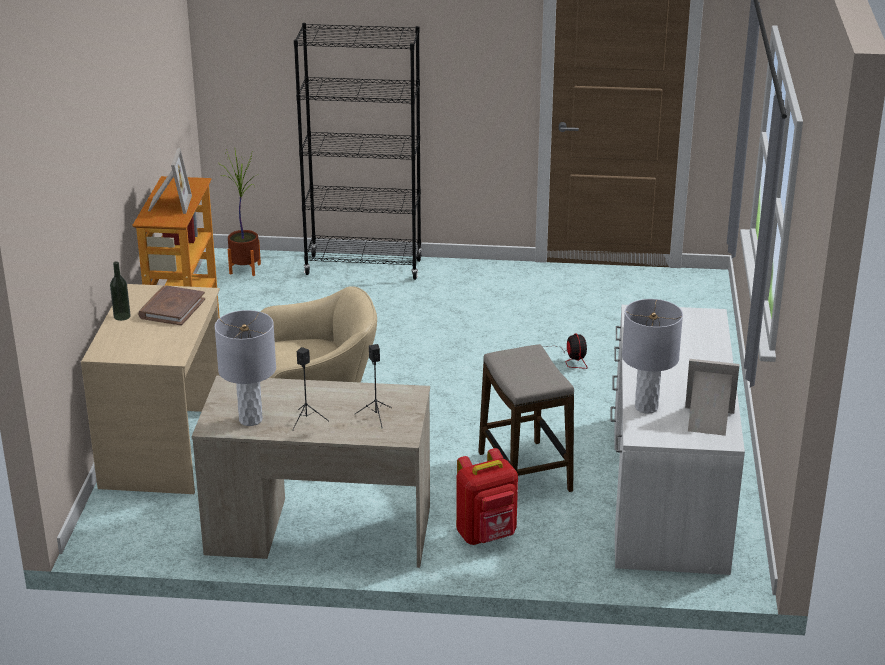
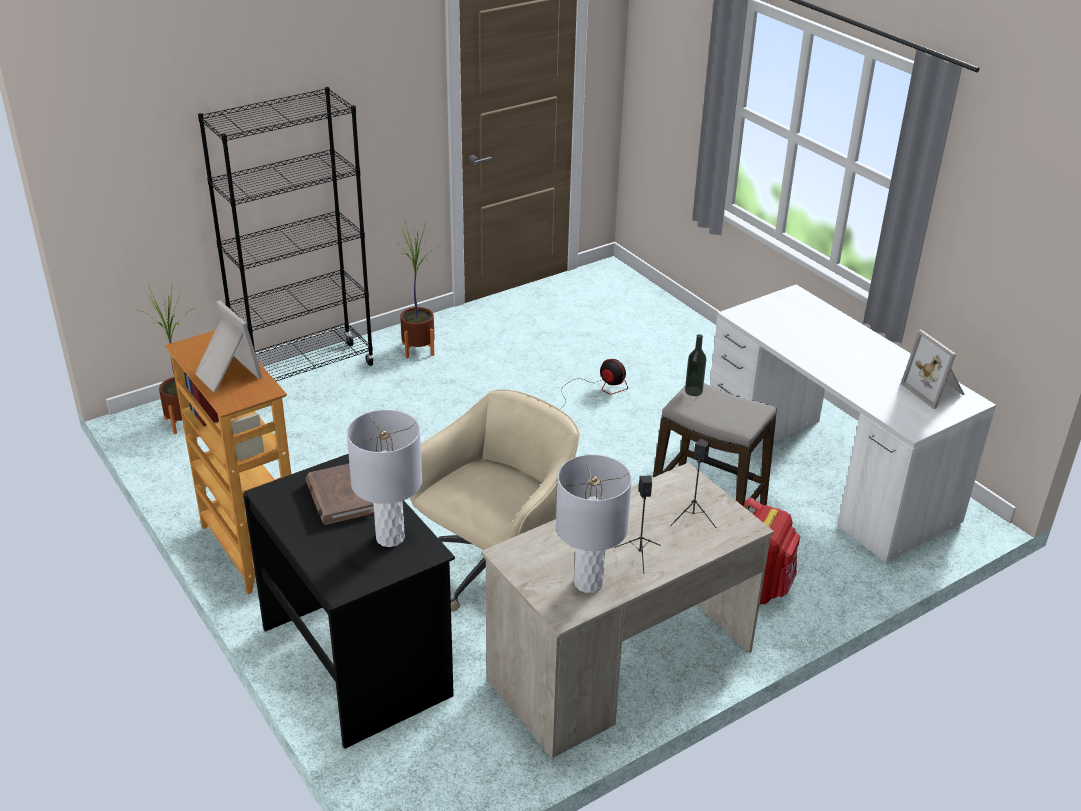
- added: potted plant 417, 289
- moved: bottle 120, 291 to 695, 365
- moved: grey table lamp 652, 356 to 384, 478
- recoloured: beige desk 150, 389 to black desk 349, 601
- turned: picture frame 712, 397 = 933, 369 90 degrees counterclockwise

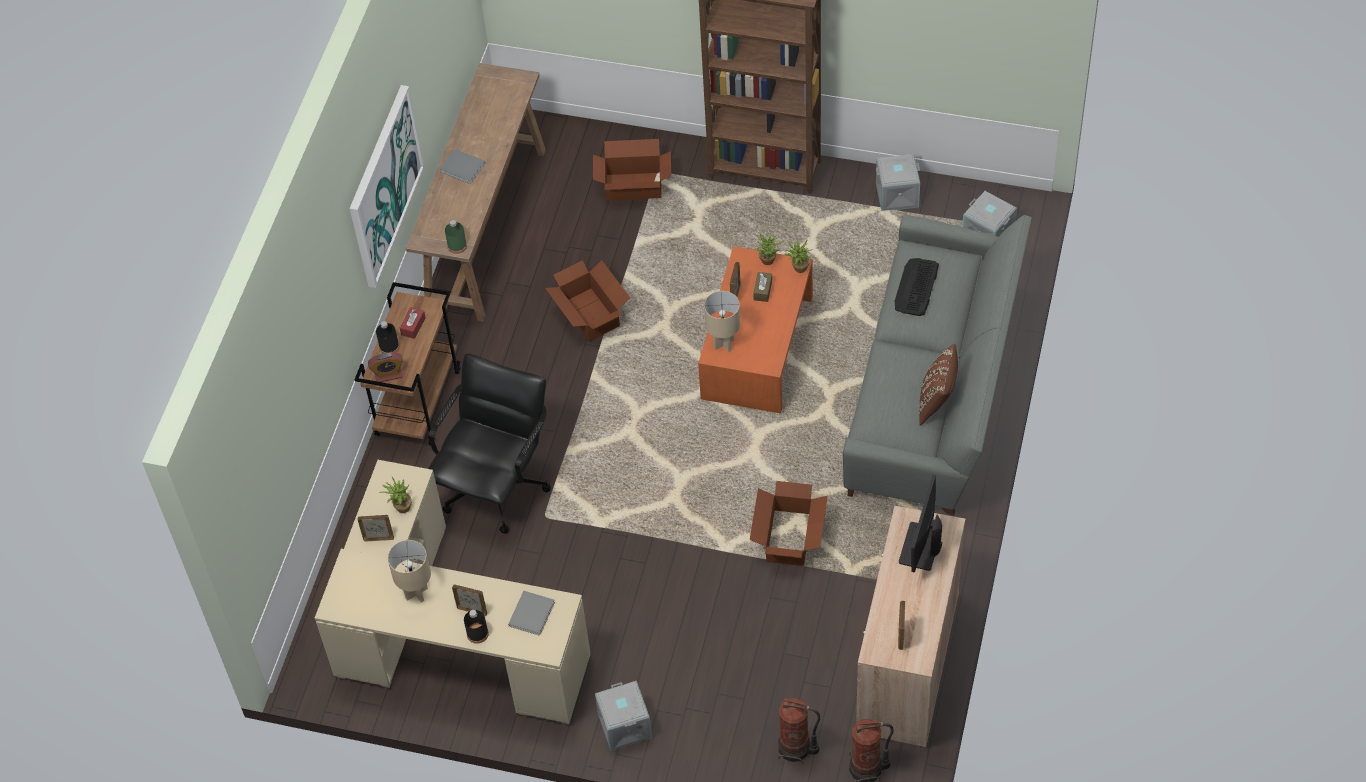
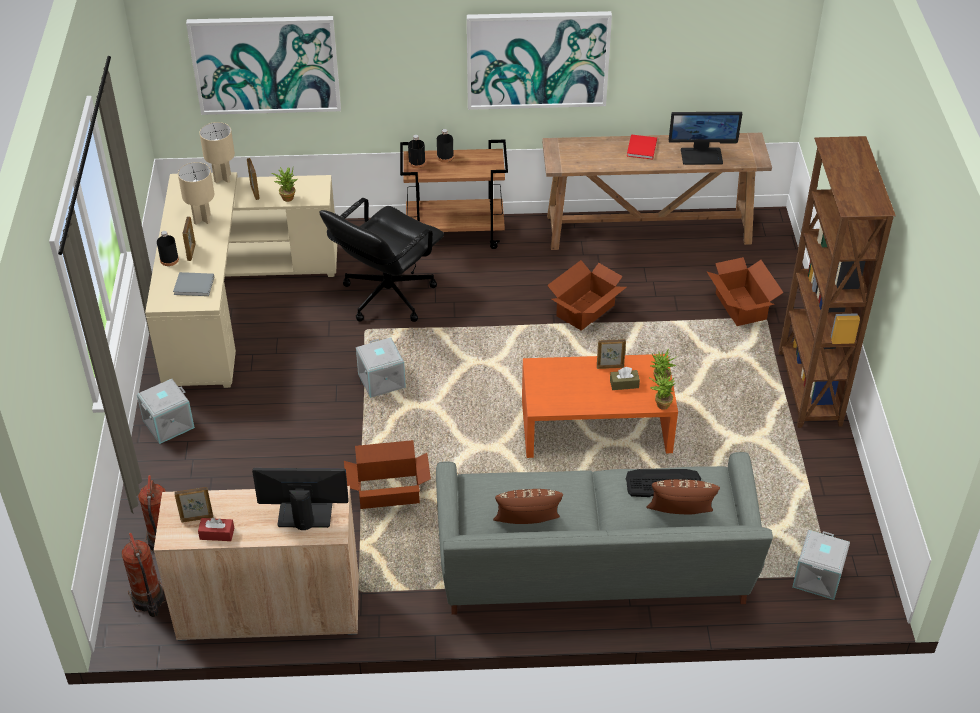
- removed: green bottle 456, 237
- added: picture 263, 65
- added: brown pillow 683, 496
- added: monitor 705, 138
- moved: red tissue box 413, 323 to 216, 529
- moved: beige table lamp 722, 321 to 217, 152
- moved: grey storage box 898, 182 to 381, 368
- replaced: alarm clock 385, 367 to black bottle 417, 151
- recoloured: grey book 462, 166 to red book 642, 147
- turned: black office chair 489, 443 = 381, 260 120 degrees clockwise

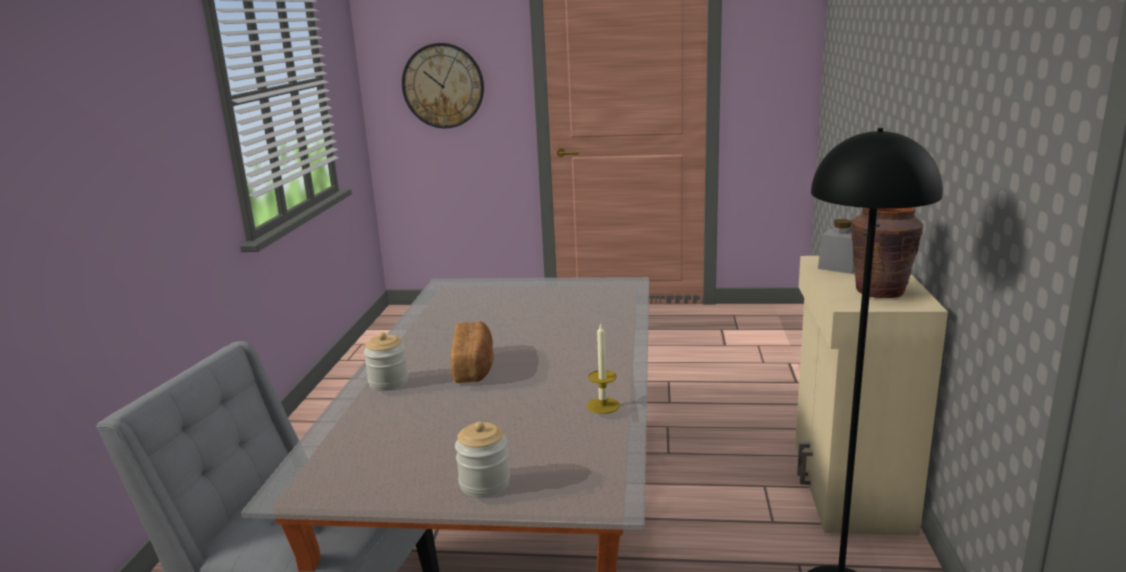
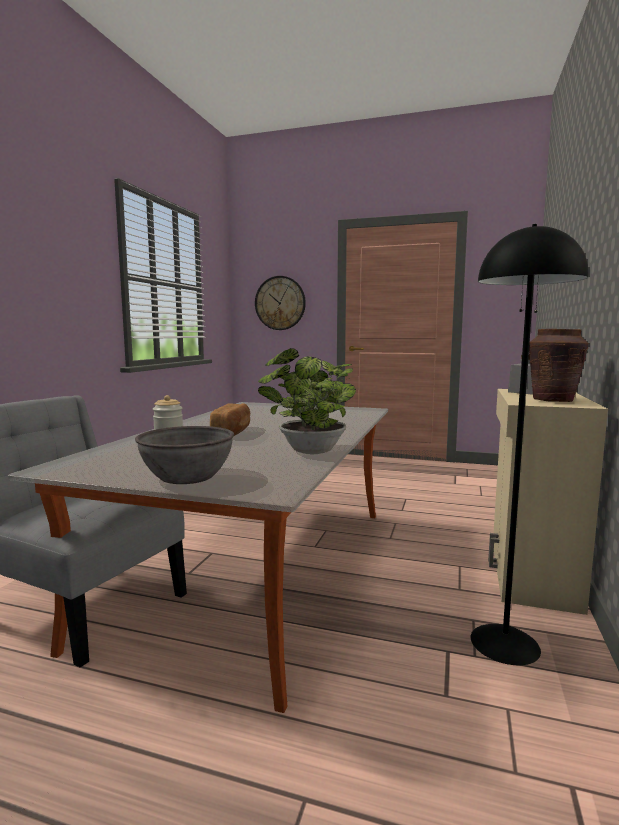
- replaced: jar 482, 459 to grey bowl 184, 455
- replaced: candle 603, 368 to potted plant 307, 401

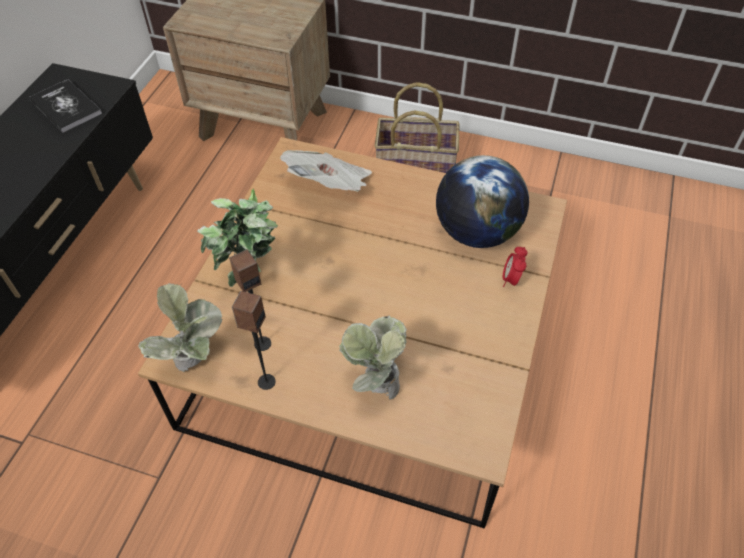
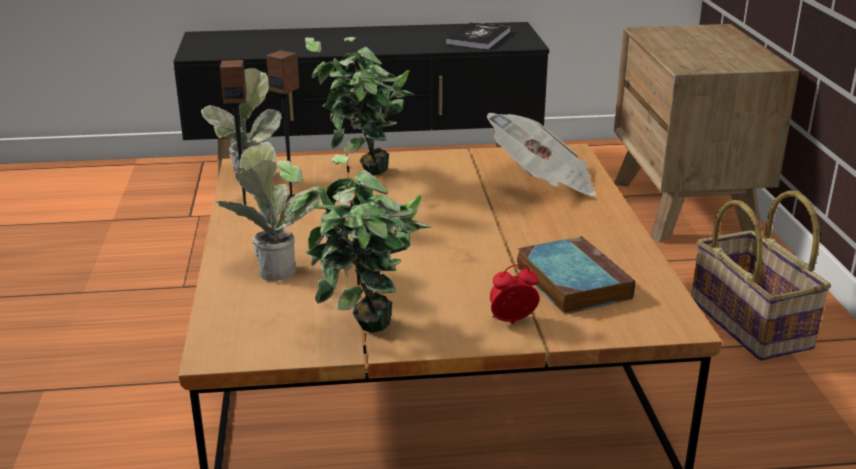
- added: potted plant 354, 243
- replaced: globe 482, 201 to book 576, 275

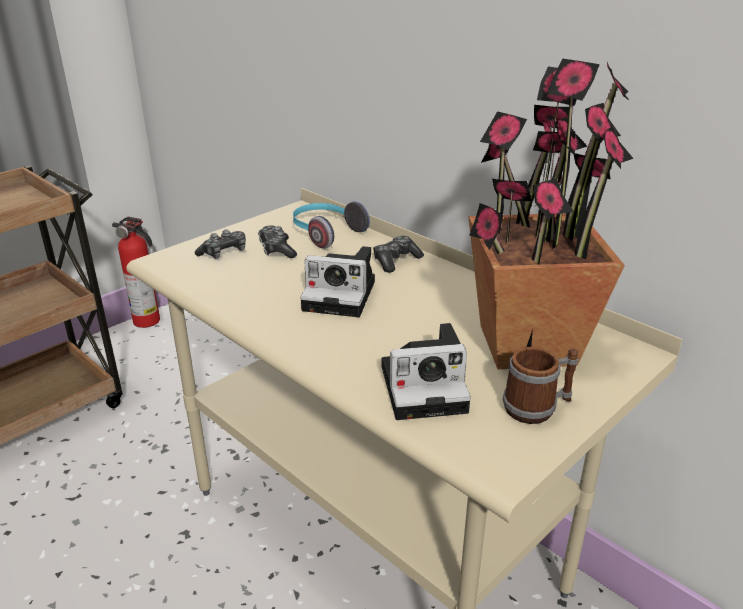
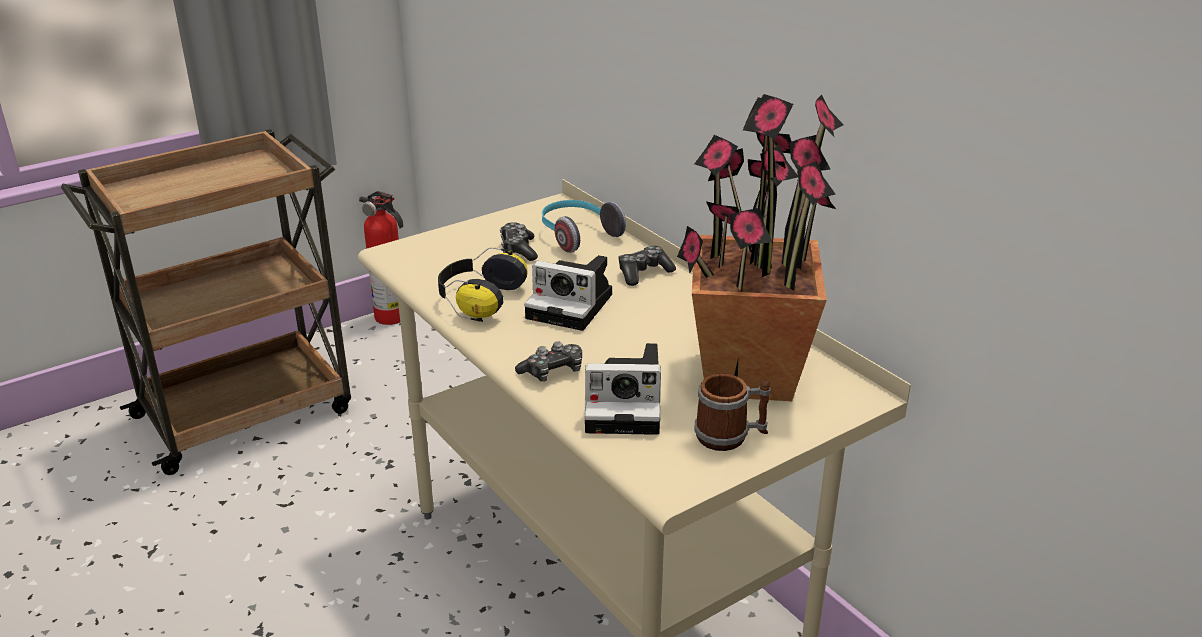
- added: headphones 482, 284
- moved: game controller 220, 244 to 548, 361

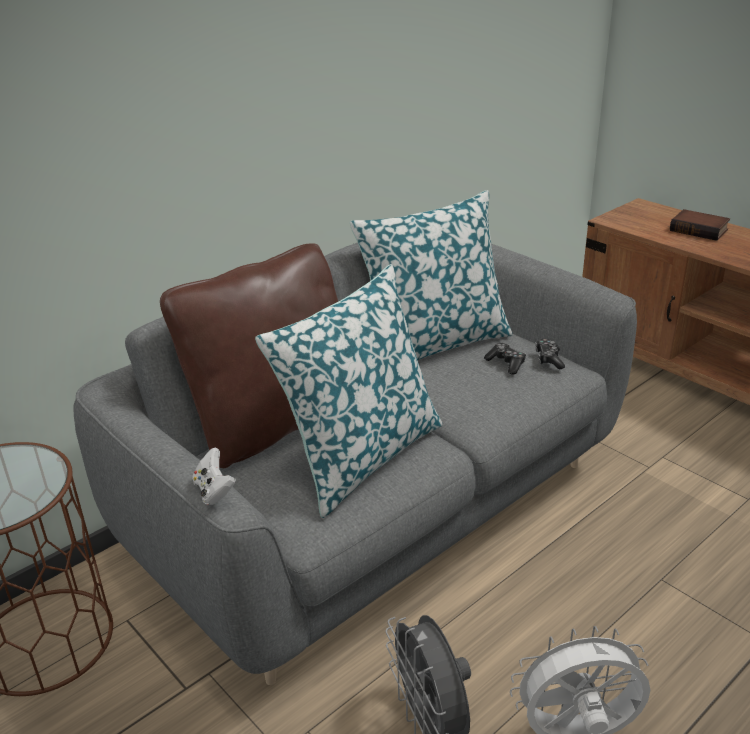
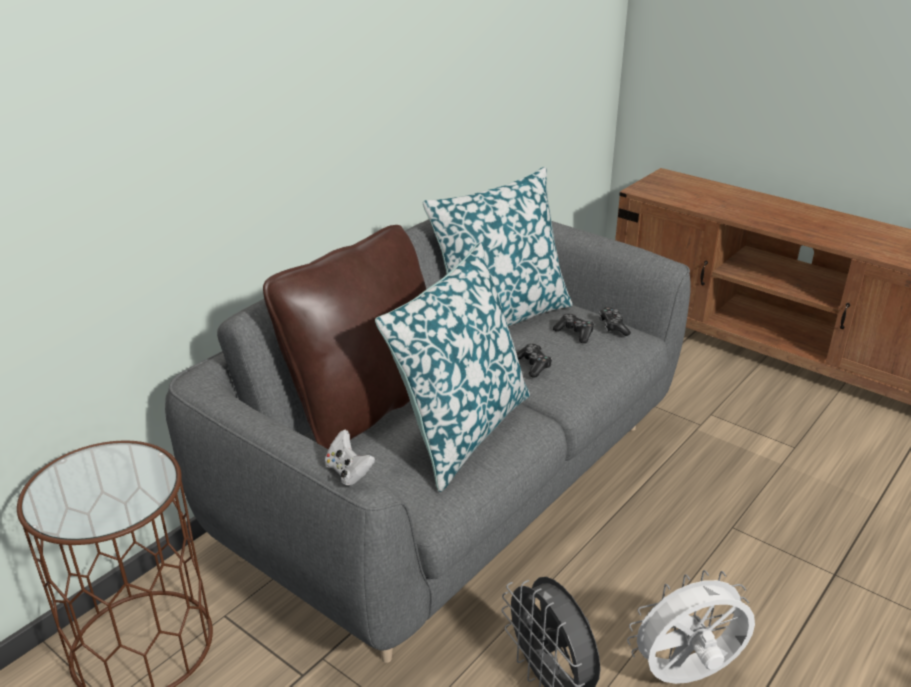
- removed: book 700, 225
- added: game controller 534, 360

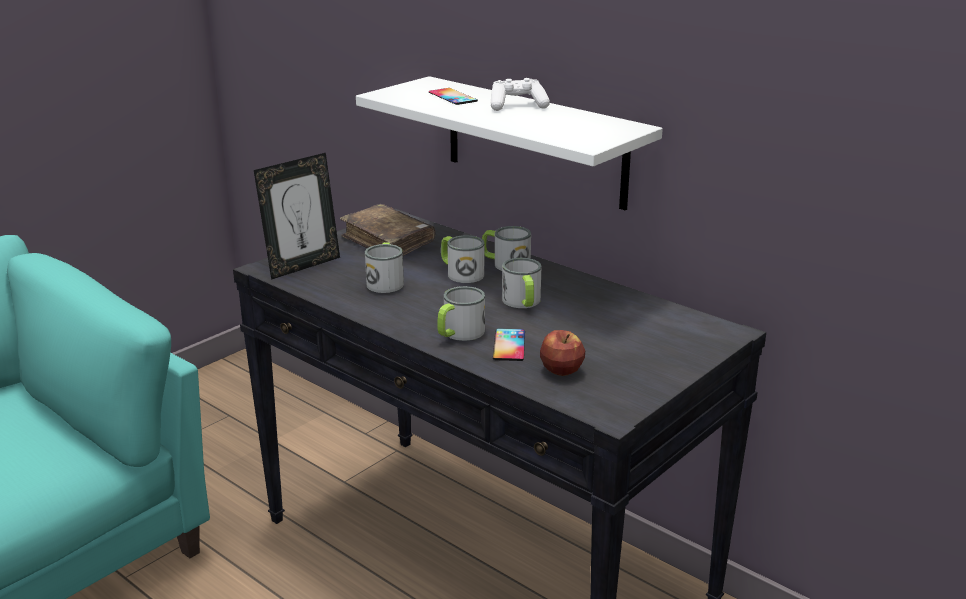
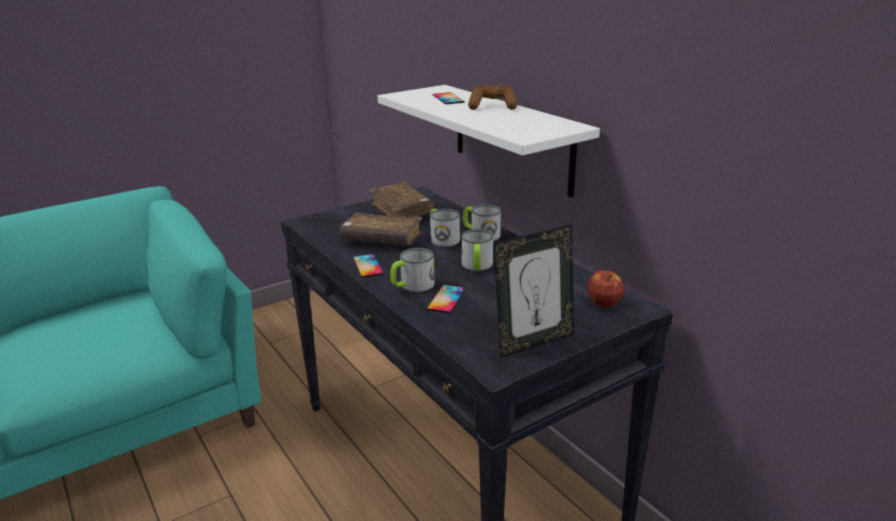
- added: phone 368, 266
- moved: picture frame 297, 216 to 534, 291
- moved: apple 562, 353 to 606, 288
- replaced: mug 384, 267 to brown book 381, 229
- recoloured: white game controller 520, 94 to brown game controller 492, 97

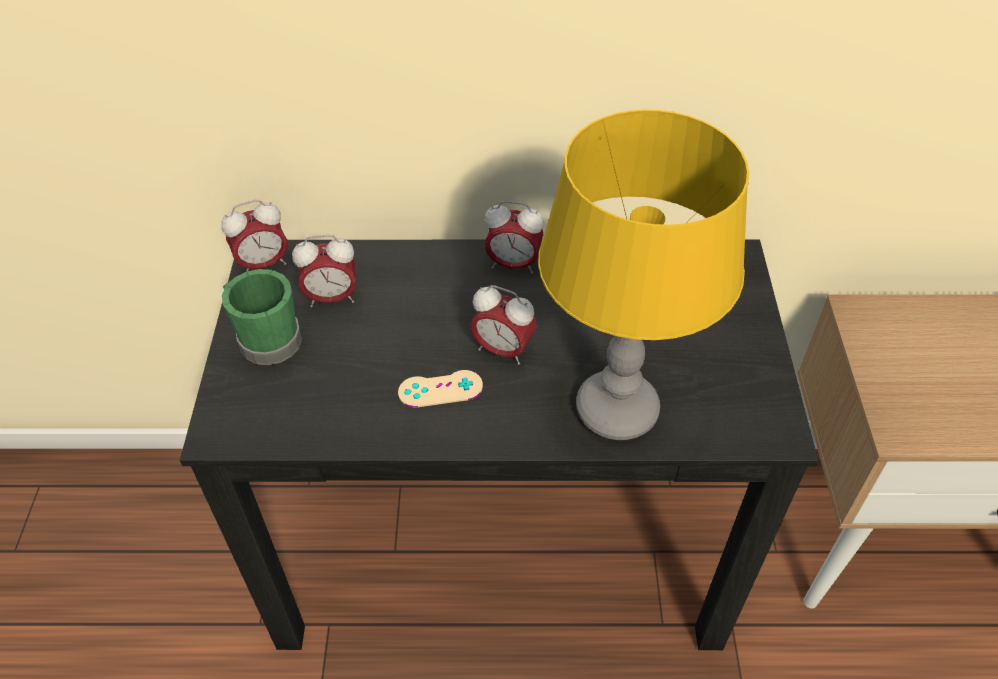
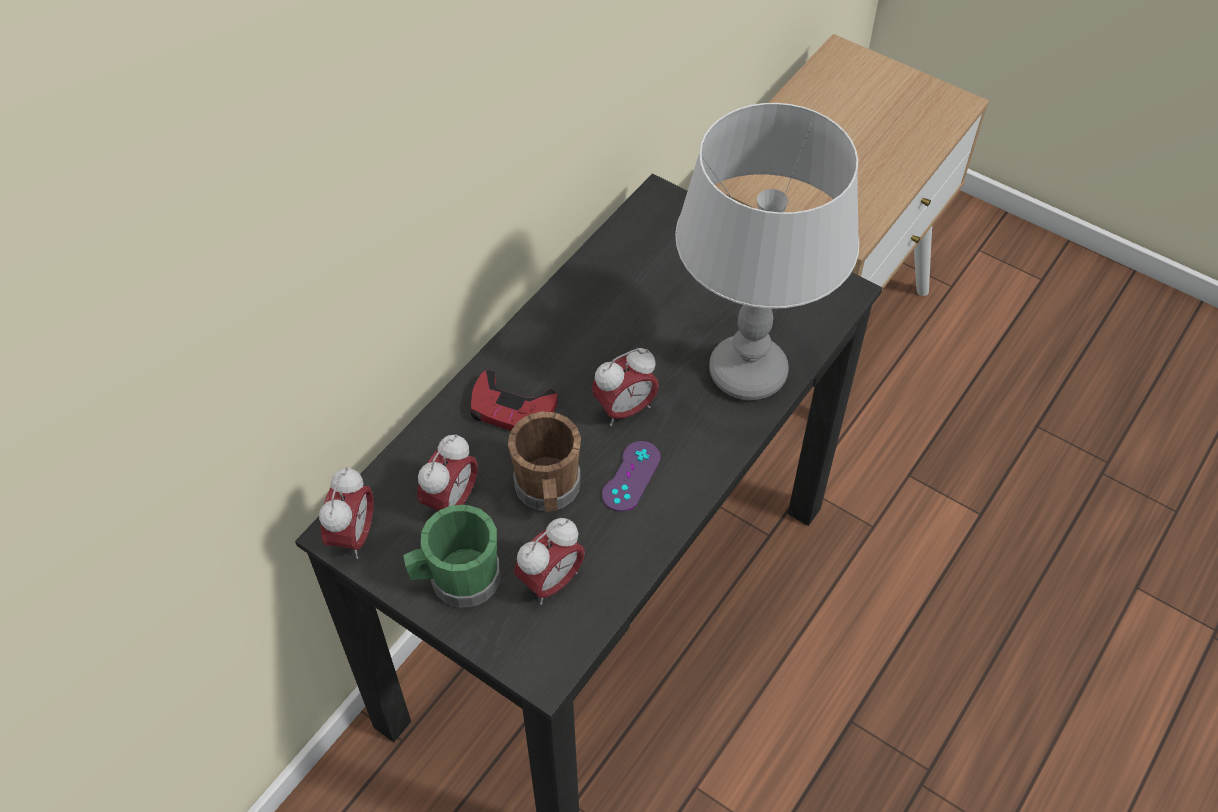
- added: red game controller 514, 400
- added: brown mug 544, 461
- moved: alarm clock 514, 237 to 549, 561
- recoloured: beige game controller 440, 389 to purple game controller 631, 476
- recoloured: yellow table lamp 643, 274 to grey table lamp 767, 251

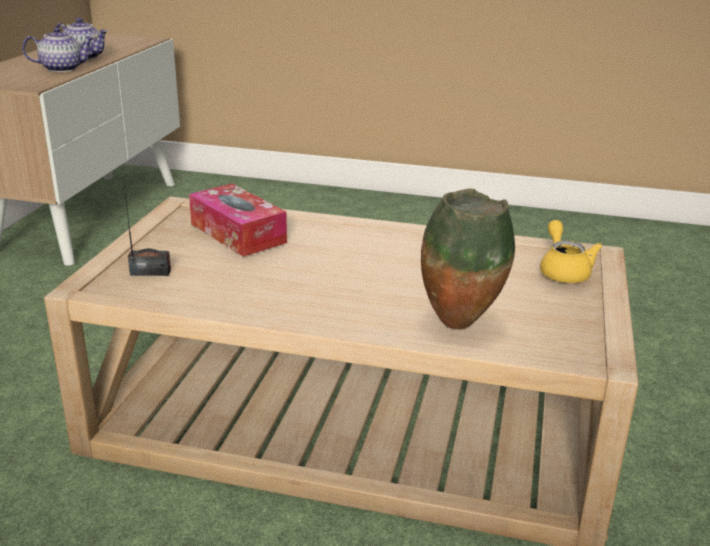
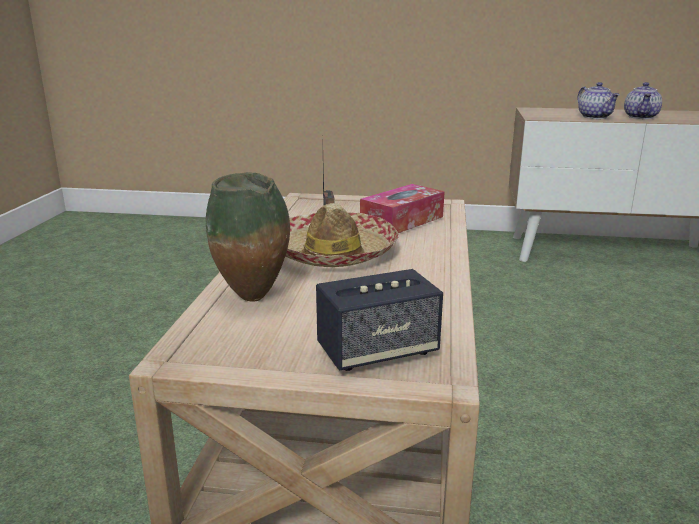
- added: hat 342, 235
- replaced: yellow teapot 571, 251 to speaker 379, 320

